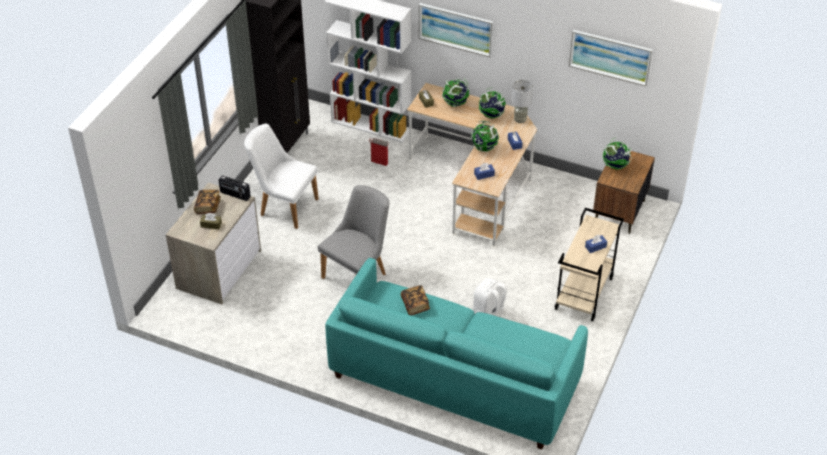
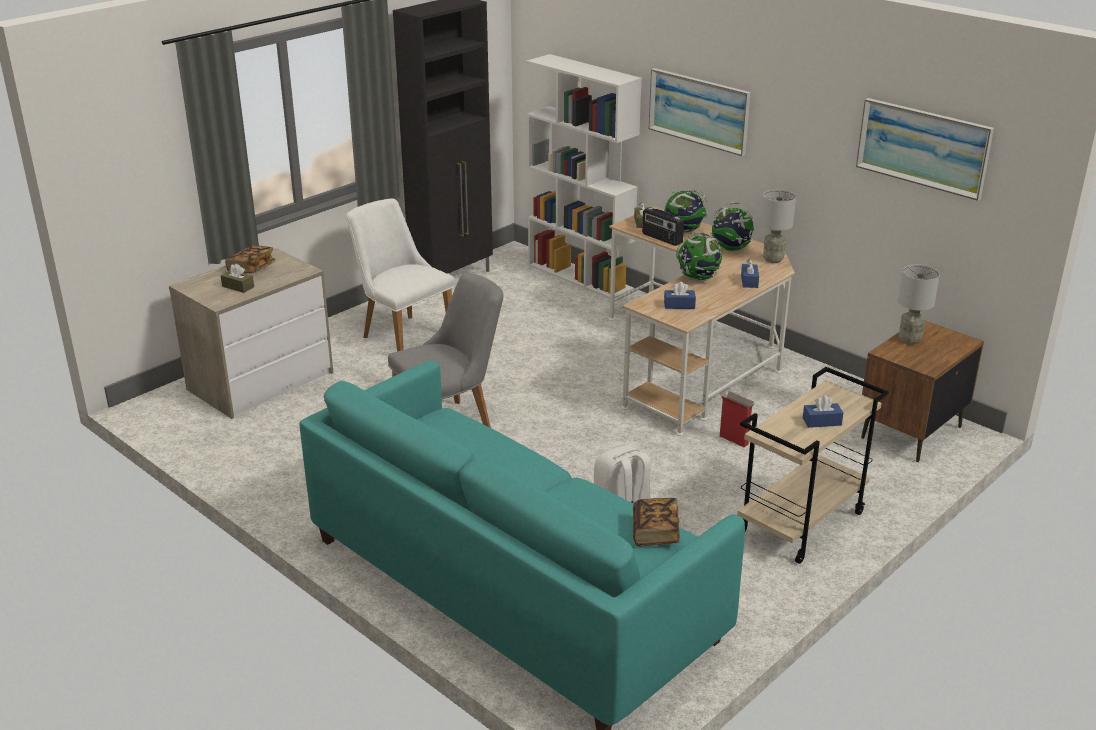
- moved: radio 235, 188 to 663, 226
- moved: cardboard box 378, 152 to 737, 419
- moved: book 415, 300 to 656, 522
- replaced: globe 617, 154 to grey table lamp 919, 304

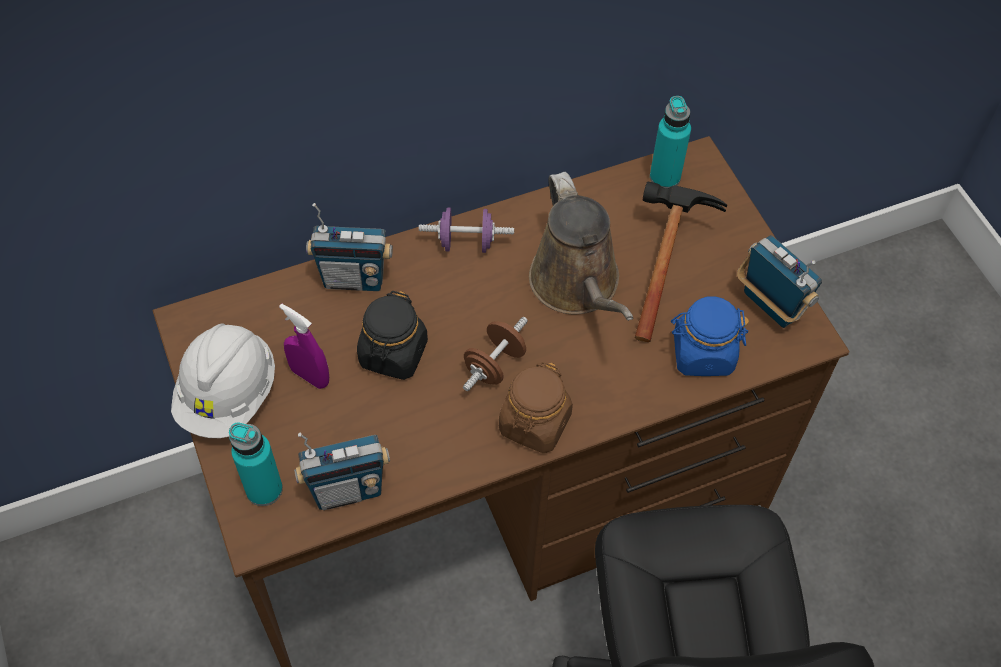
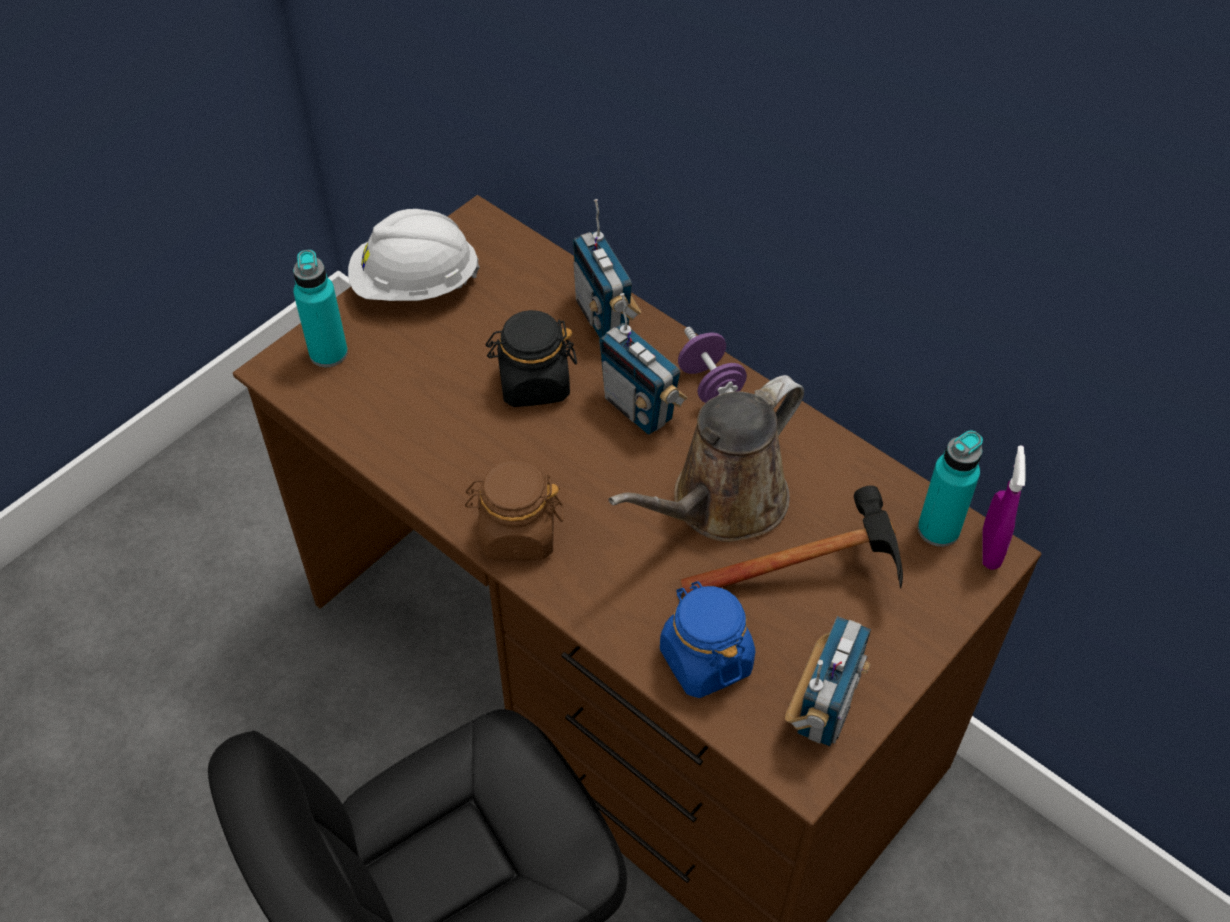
- removed: brown dumbbell 495, 354
- moved: purple spray bottle 304, 346 to 1003, 507
- moved: radio 342, 471 to 643, 364

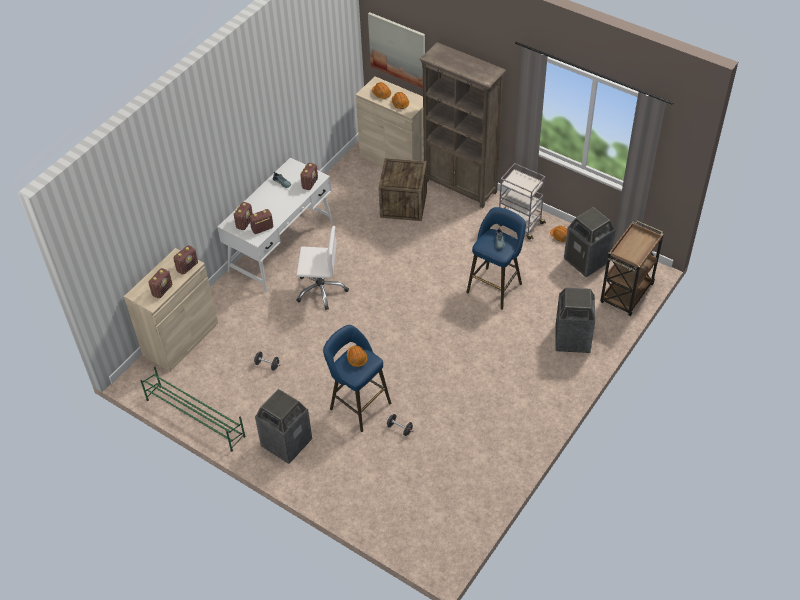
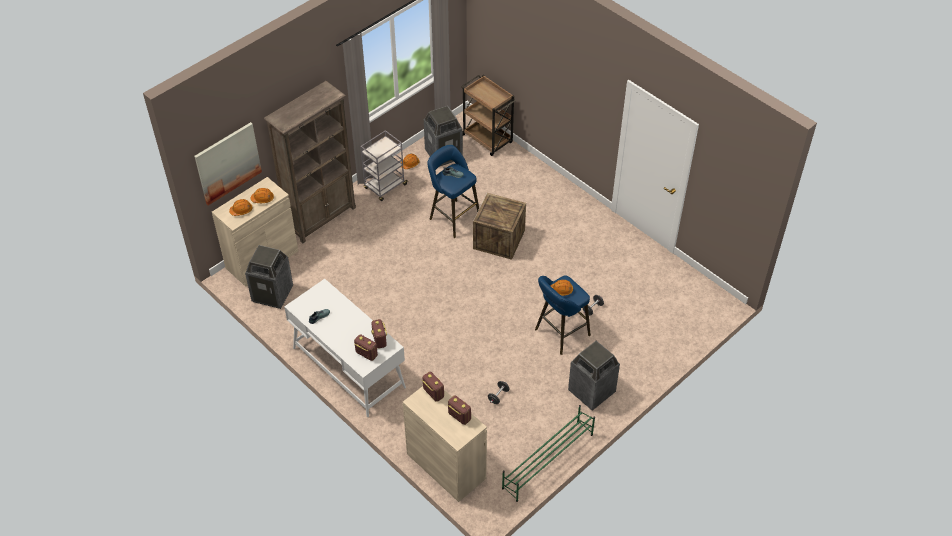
- removed: white office chair 322, 268
- removed: radio 309, 176
- moved: crate 402, 189 to 499, 226
- moved: trash can 575, 320 to 269, 277

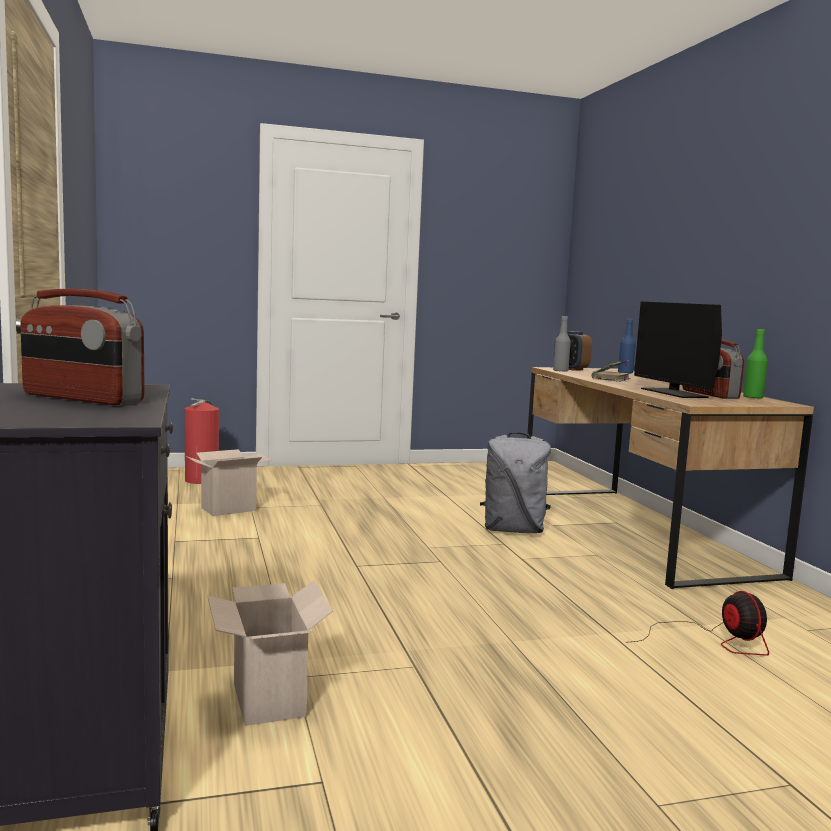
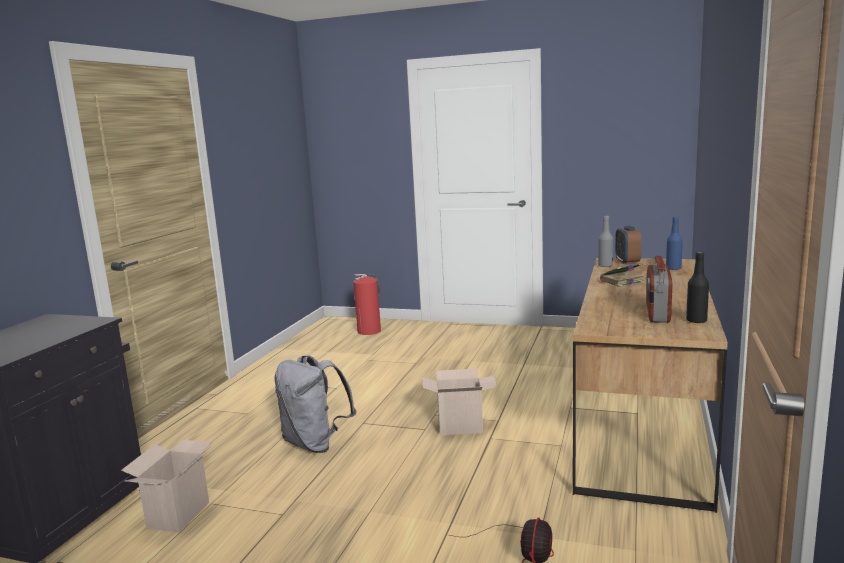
- removed: radio 82, 347
- removed: monitor 678, 350
- moved: cardboard box 229, 482 to 459, 401
- moved: grey backpack 515, 482 to 315, 404
- recoloured: green bottle 755, 363 to black bottle 697, 287

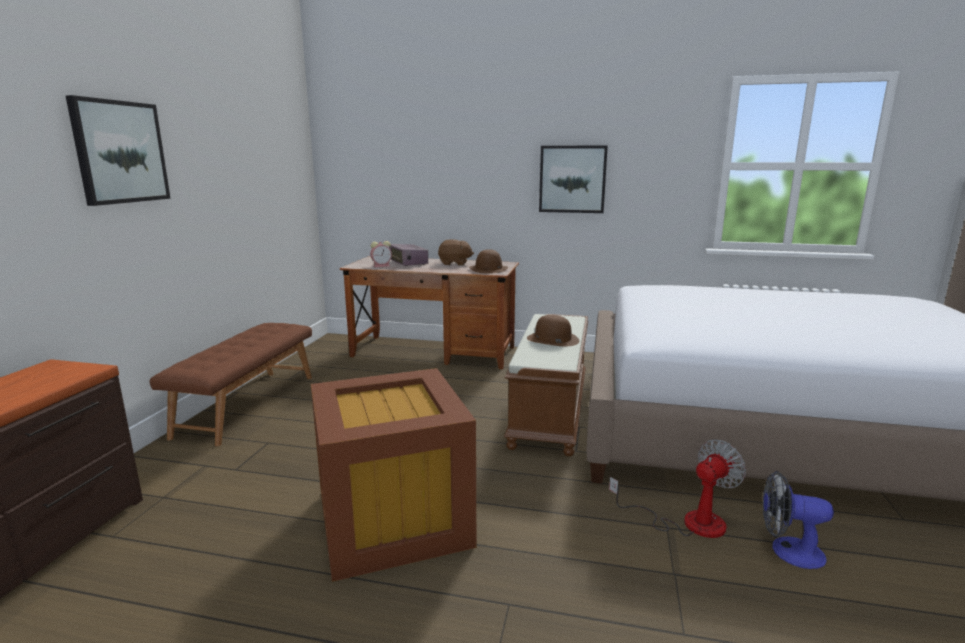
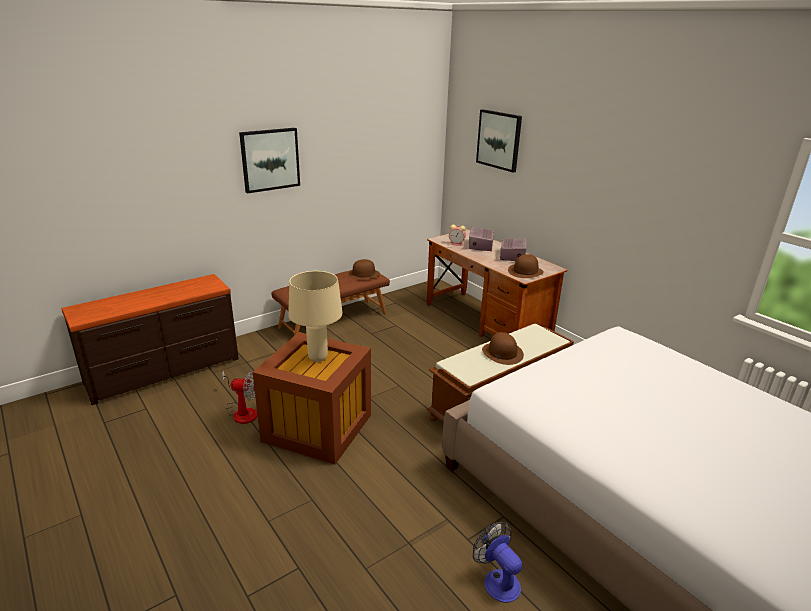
- added: beige table lamp 315, 316
- added: brown hat 364, 269
- moved: picture 573, 179 to 499, 140
- moved: fan 677, 489 to 239, 397
- replaced: brown plush toy 456, 252 to radio 513, 250

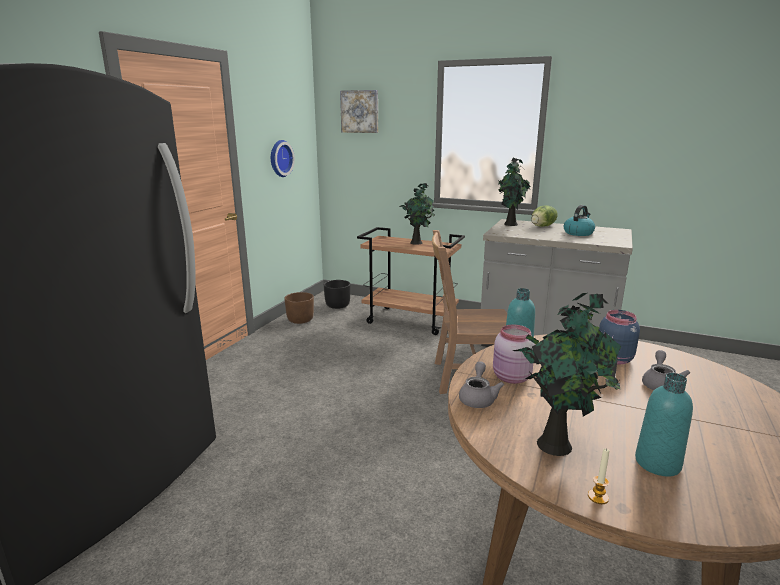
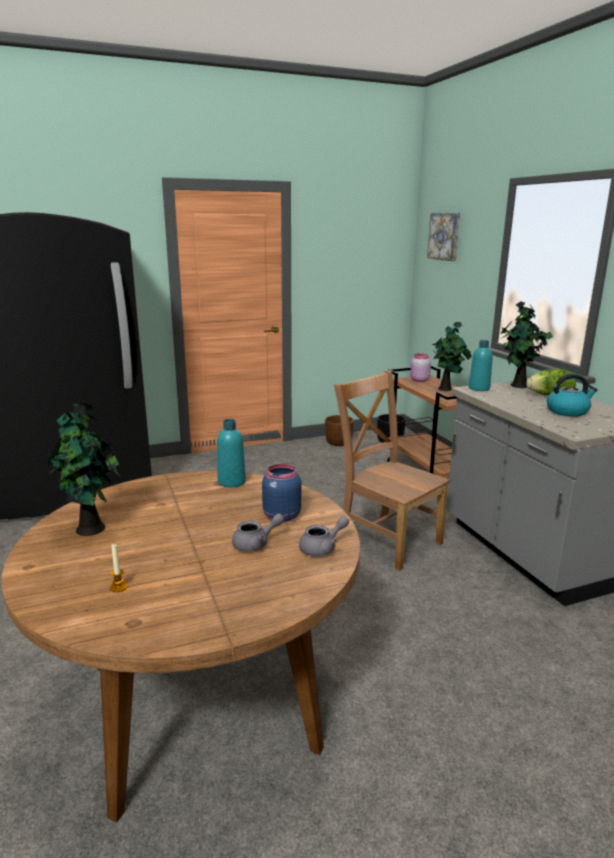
- removed: wall clock 283, 158
- moved: grey teapot 481, 384 to 324, 536
- moved: pink jar 514, 354 to 420, 367
- moved: candle 598, 476 to 119, 568
- moved: turquoise bottle 664, 425 to 481, 365

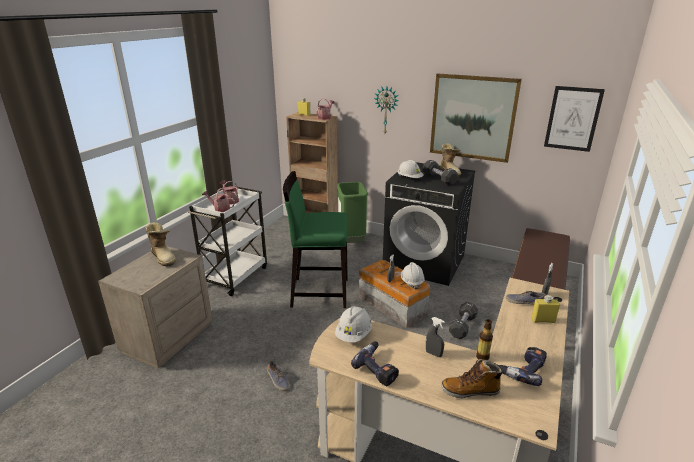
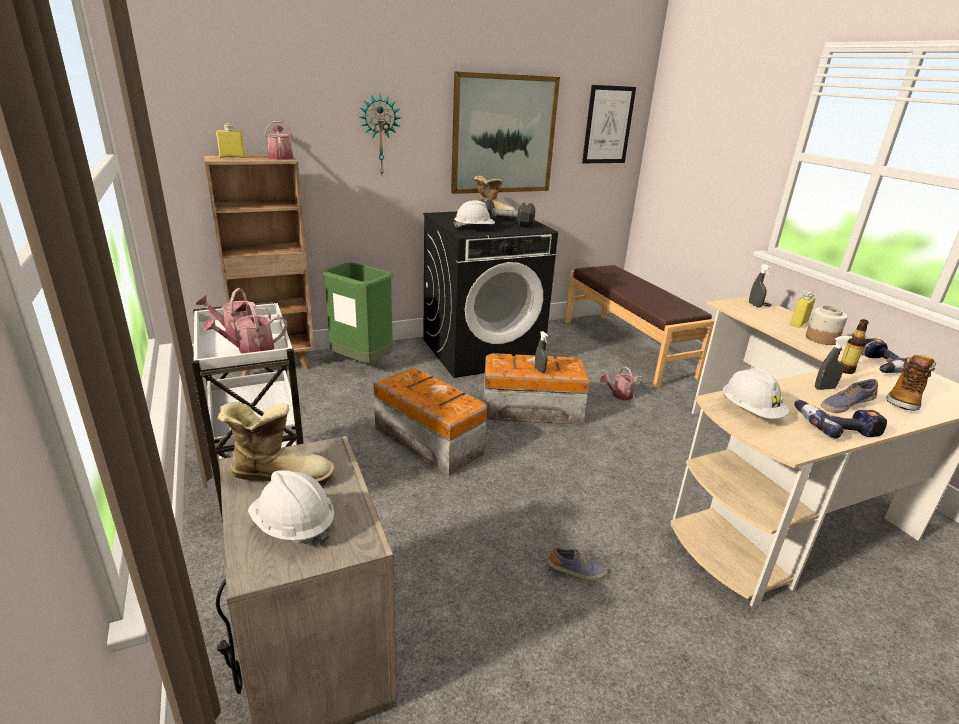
- added: jar 827, 325
- moved: white hard hat 413, 276 to 291, 508
- moved: shoe 526, 298 to 849, 396
- replaced: green stool 315, 239 to storage box 430, 422
- replaced: black dumbbell 463, 320 to watering can 621, 383

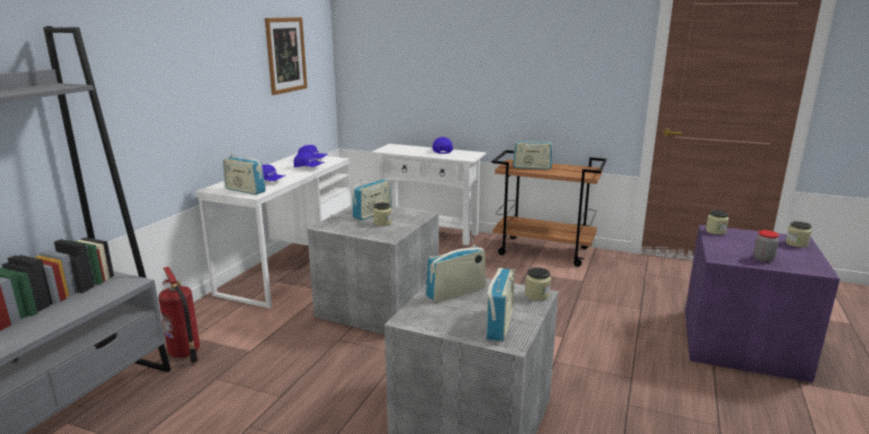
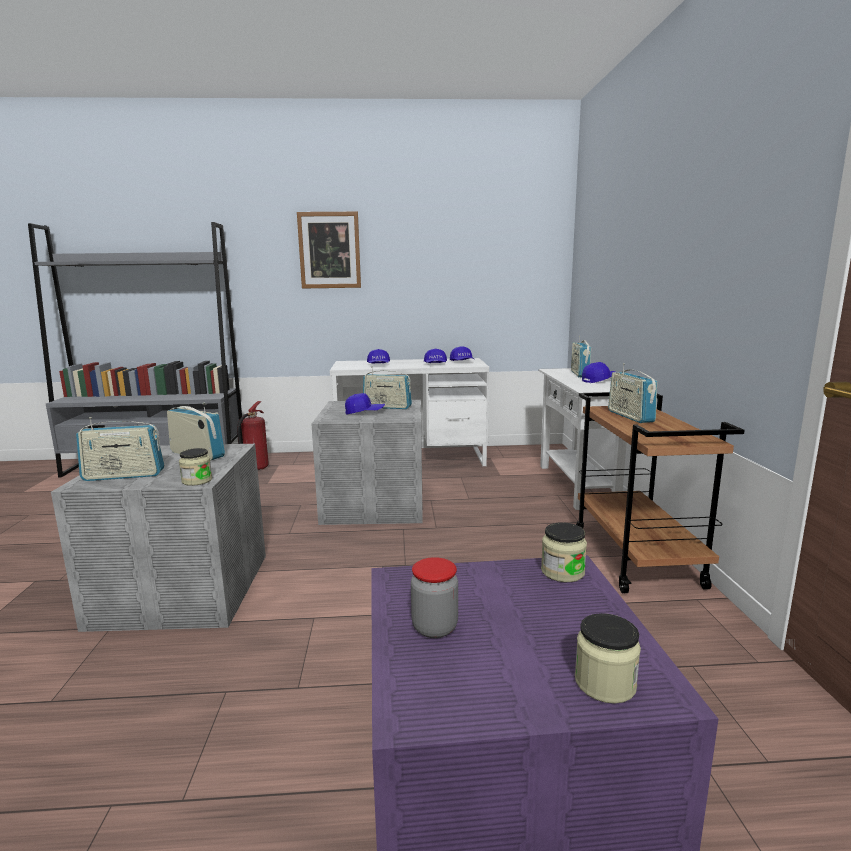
- moved: radio 244, 173 to 581, 357
- moved: picture 286, 56 to 329, 250
- replaced: jar 382, 214 to blue cap 365, 404

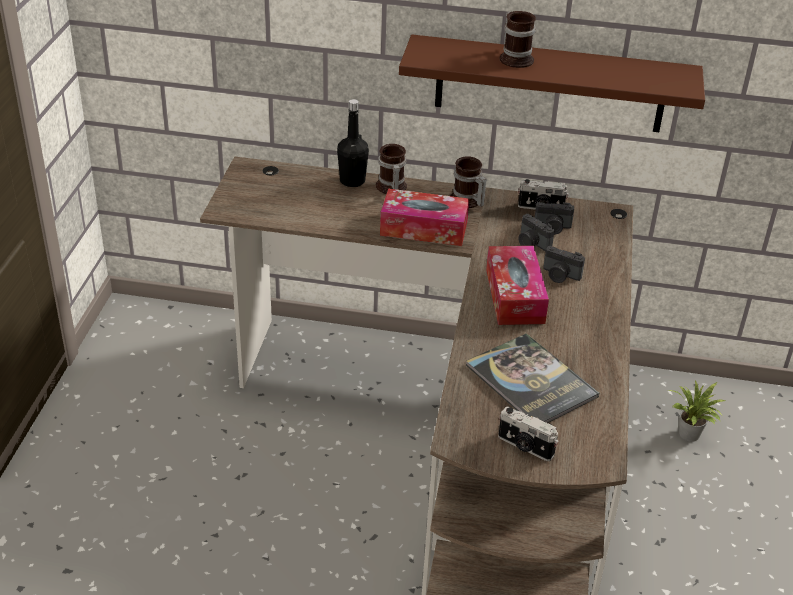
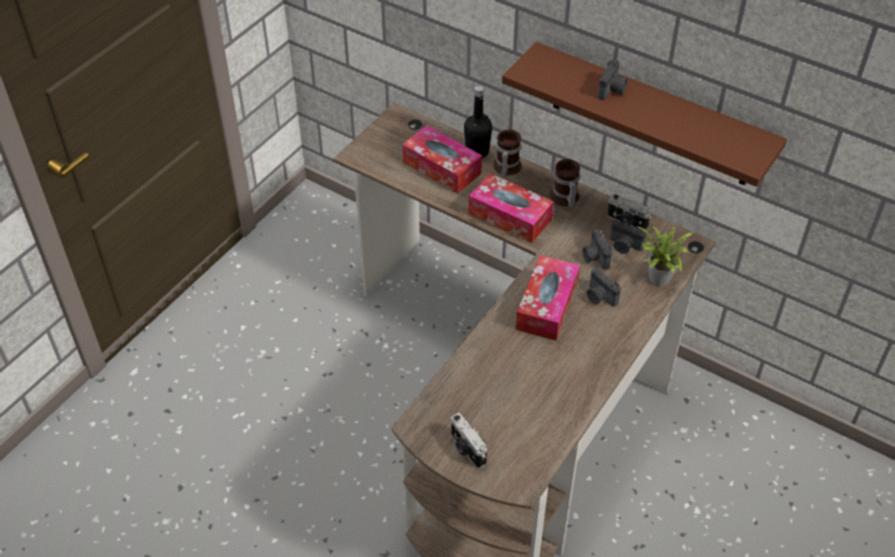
- removed: book 532, 378
- added: tissue box 442, 159
- moved: potted plant 696, 411 to 665, 255
- replaced: mug 517, 39 to photo camera 613, 80

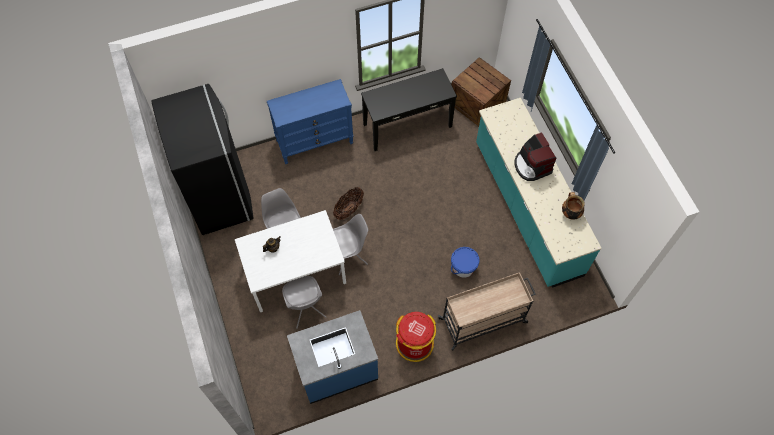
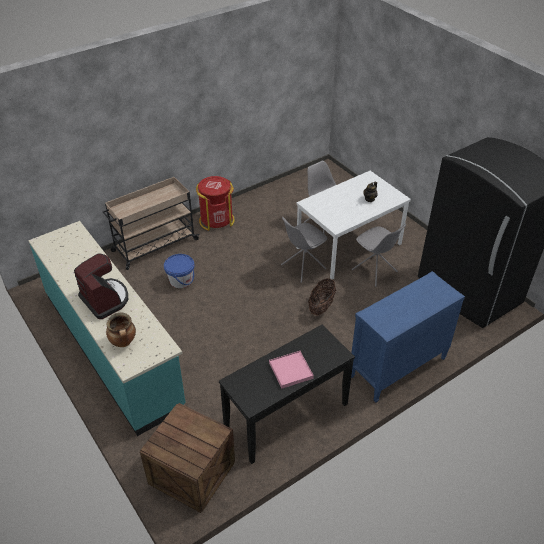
- removed: blue counter 332, 357
- added: pink tray 291, 370
- moved: cooking pot 573, 206 to 121, 329

